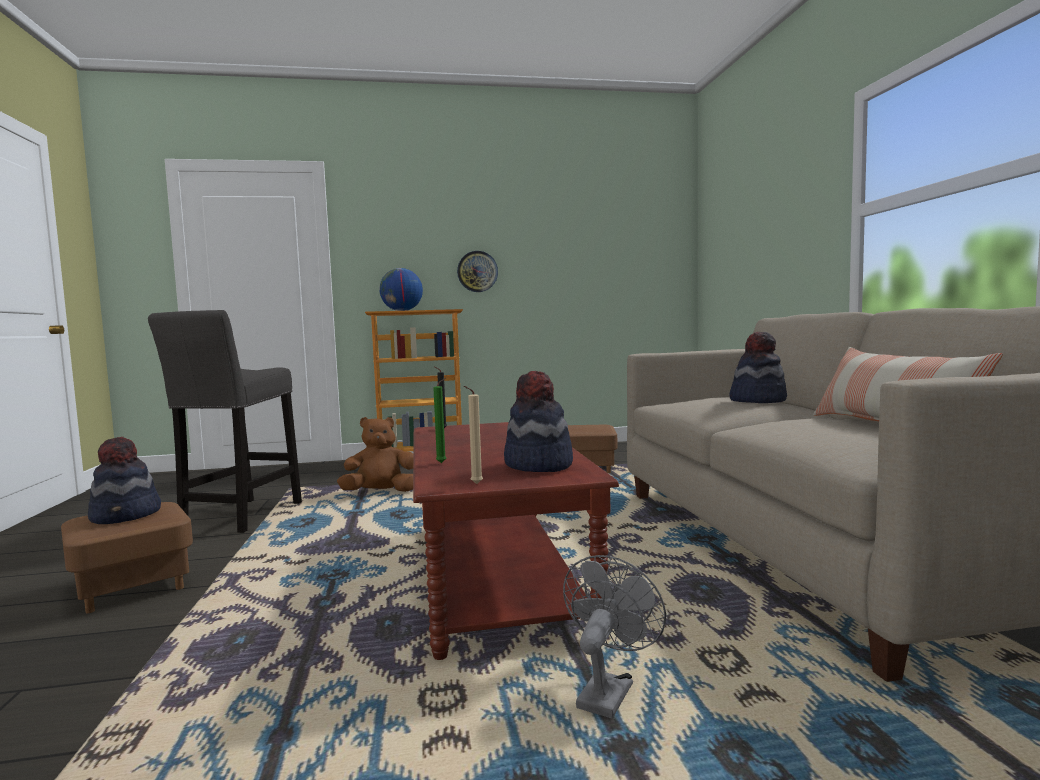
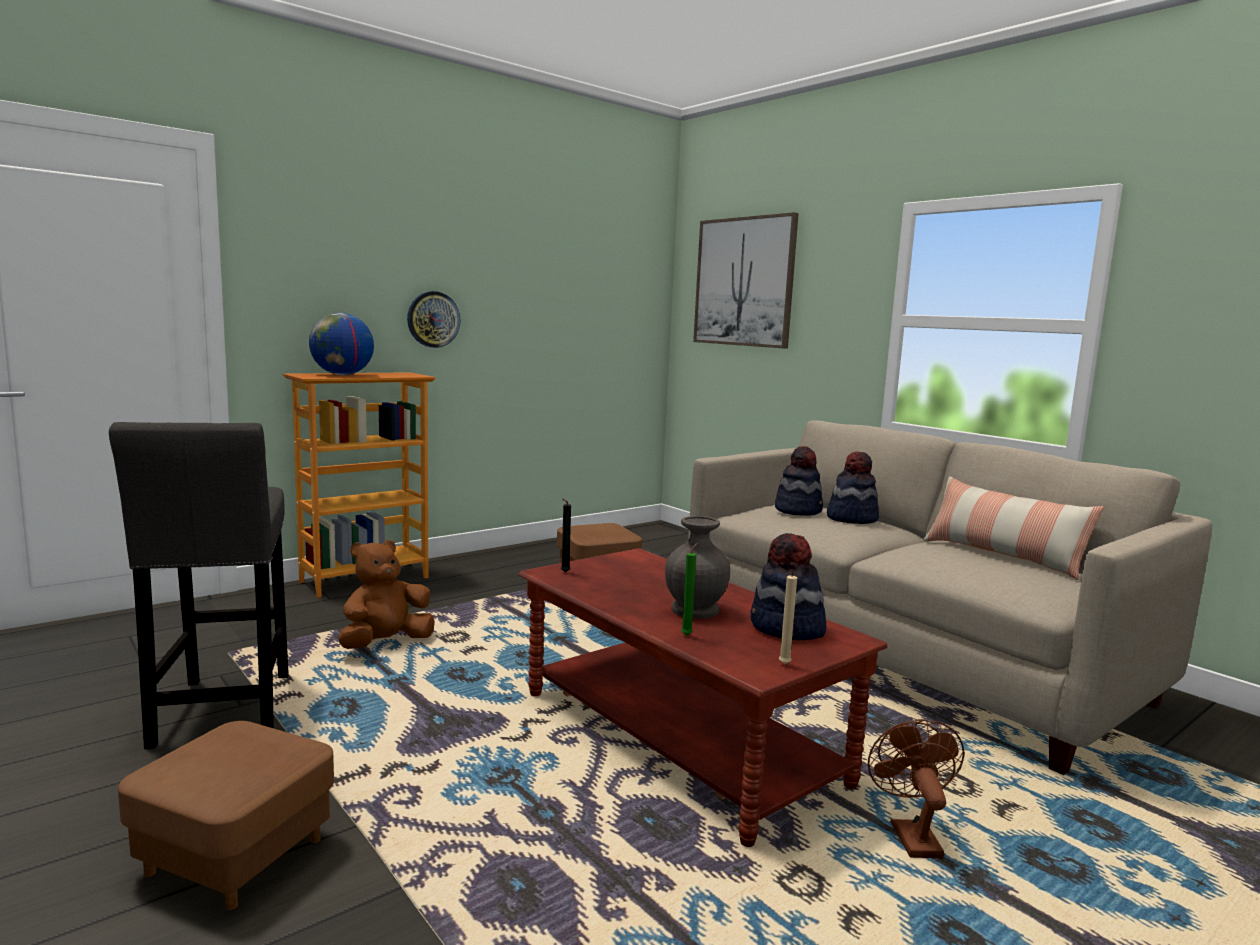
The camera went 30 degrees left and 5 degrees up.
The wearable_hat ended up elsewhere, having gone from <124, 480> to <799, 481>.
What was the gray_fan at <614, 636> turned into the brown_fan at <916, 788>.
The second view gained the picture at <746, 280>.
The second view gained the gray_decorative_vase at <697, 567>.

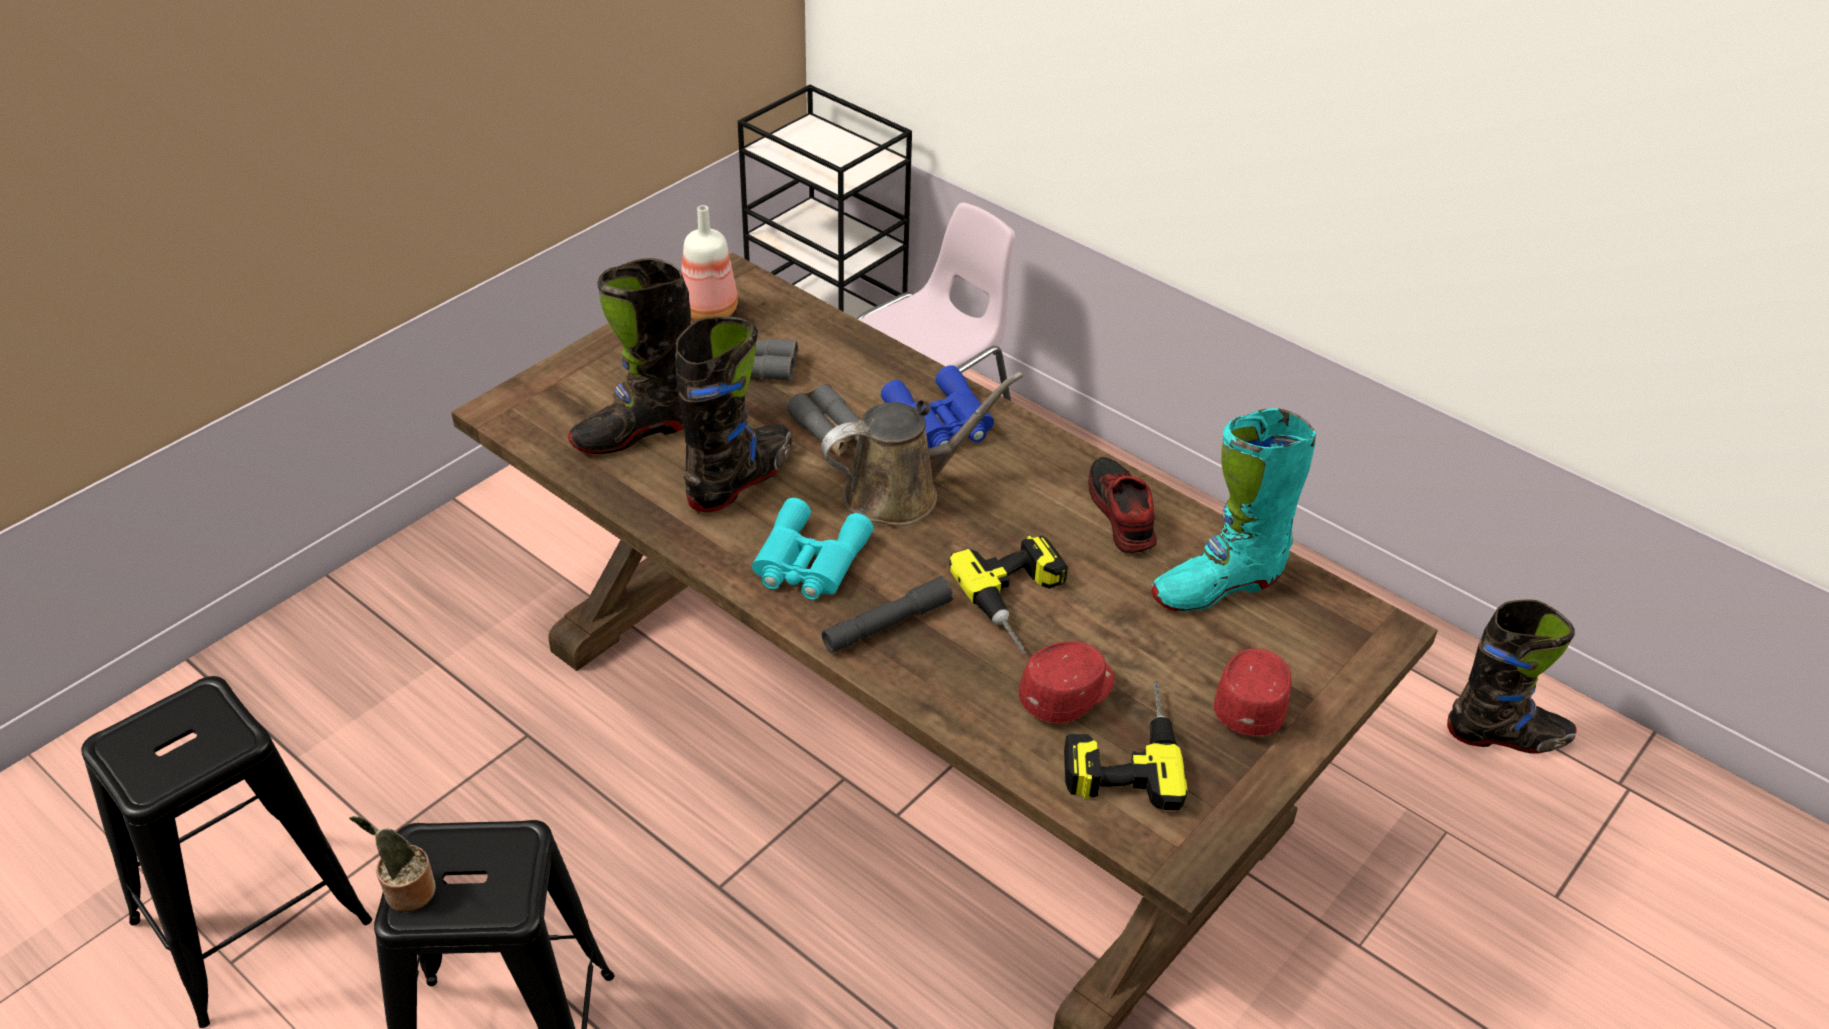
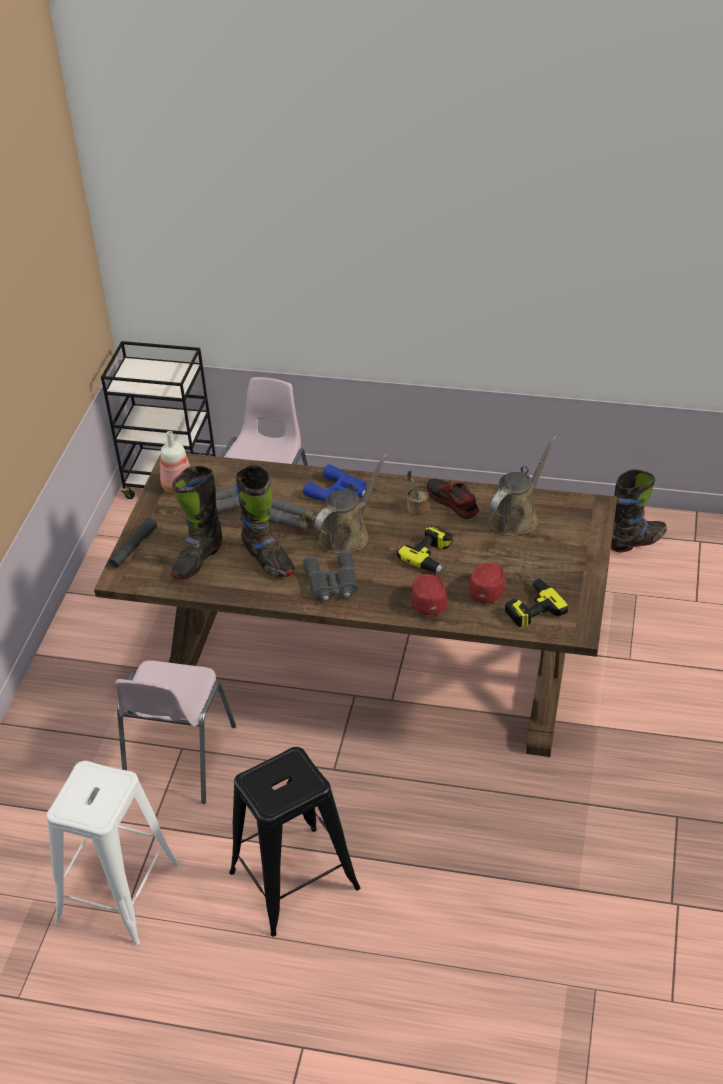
The camera went 25 degrees left and 0 degrees up.
The black_high-top_boot at <733, 414> ended up facing another way, 135 degrees clockwise from before.
Where the turquoise-coloured_high-top_boot stood at <1233, 510>, the brown_sprinkling_can came to stand at <522, 486>.
What was the turquoise-coloured_field_glasses at <812, 549> turned into the gray_field_glasses at <330, 576>.
The gray_torch ended up elsewhere, having gone from <887, 614> to <133, 543>.
The reddish_baseball_cap ended up elsewhere, having gone from <1253, 692> to <429, 594>.
What was the black_sitting_stool at <226, 852> turned into the white-coloured_sitting_stool at <112, 853>.
The houseplant ended up elsewhere, having gone from <392, 864> to <418, 493>.
The second view gained the pink_plain_chair at <175, 732>.

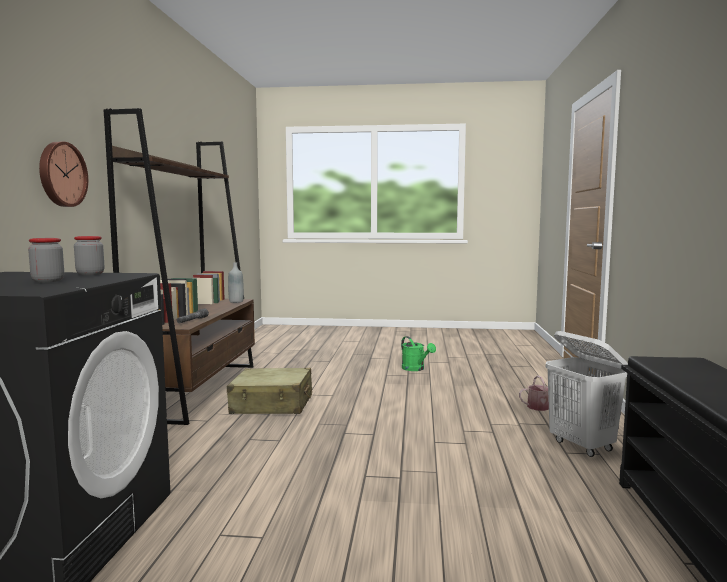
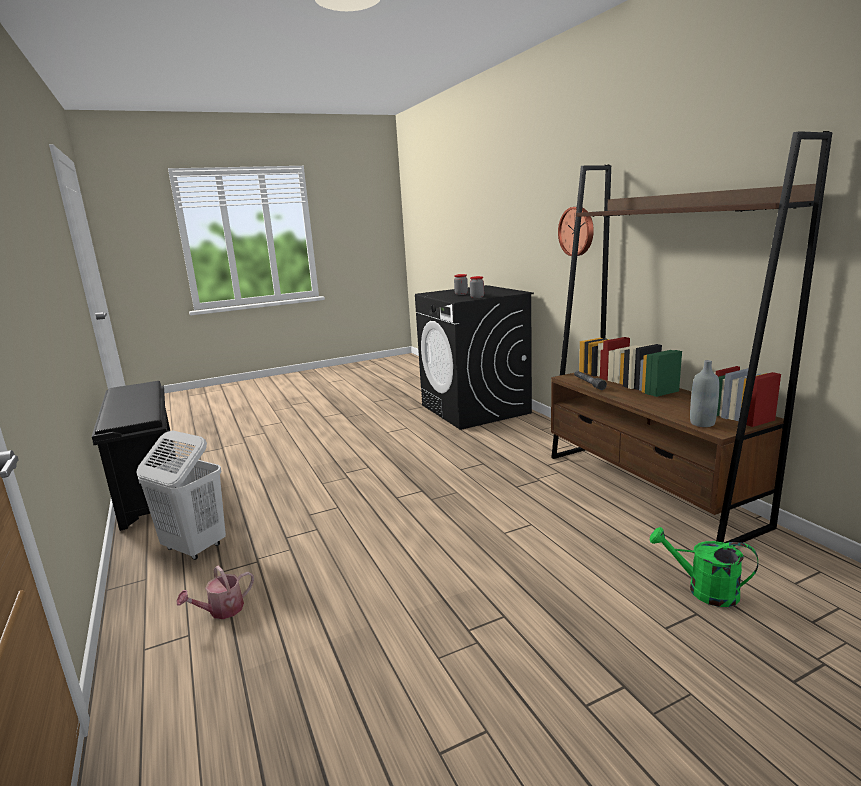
The camera went 150 degrees right and 10 degrees up.
The green-coloured_sprinkling_can ended up elsewhere, having gone from <418, 353> to <704, 567>.
The second view lost the beige_piece_of_luggage at <269, 391>.

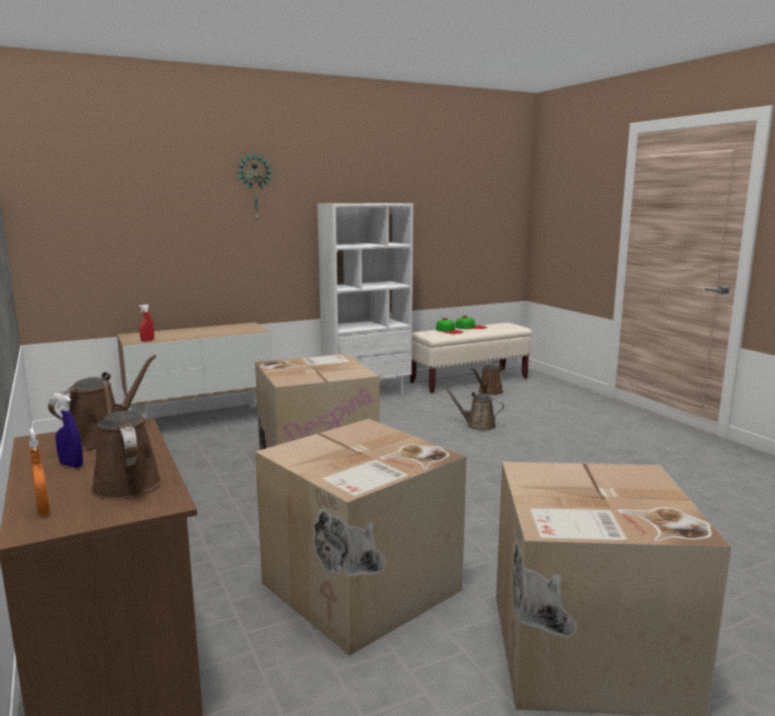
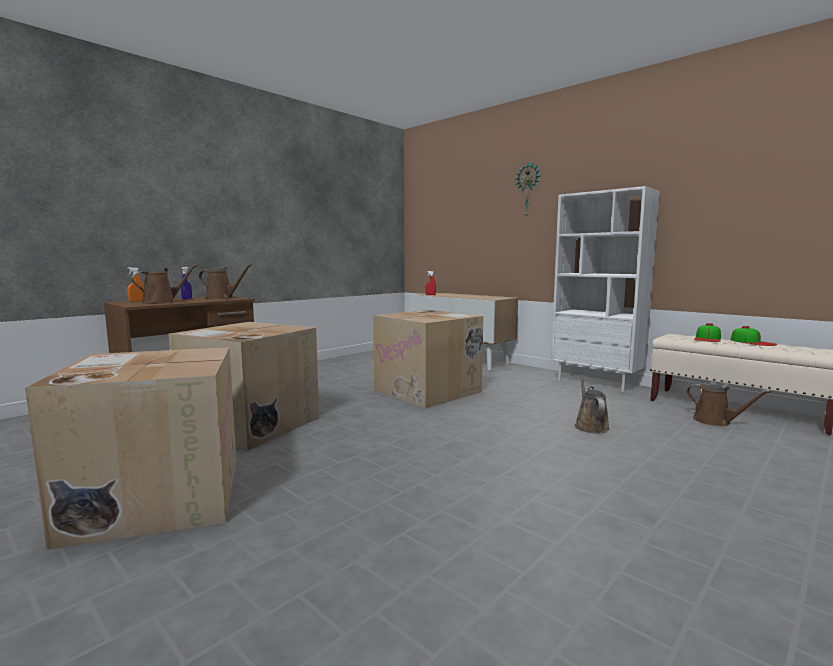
The camera went 70 degrees right and 5 degrees down.
The brown_sprinkling_can at <487, 379> ended up facing another way, 150 degrees counterclockwise from before.

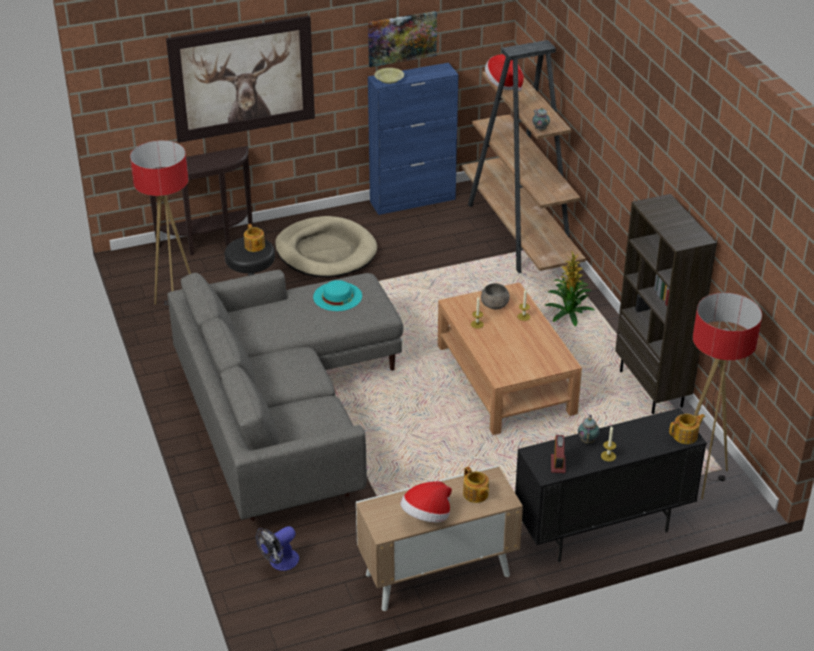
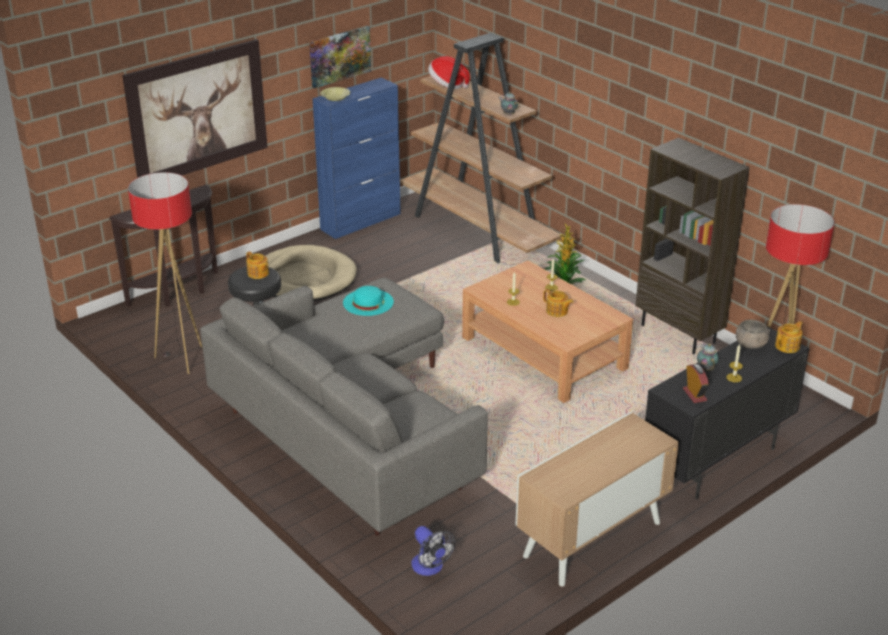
The camera went 20 degrees left and 5 degrees down.
The gray_deep_dish ended up elsewhere, having gone from <495, 296> to <753, 334>.
The teapot ended up elsewhere, having gone from <476, 484> to <558, 303>.
The second view lost the wearable_hat at <426, 501>.
The fan at <277, 548> ended up facing another way, 60 degrees counterclockwise from before.

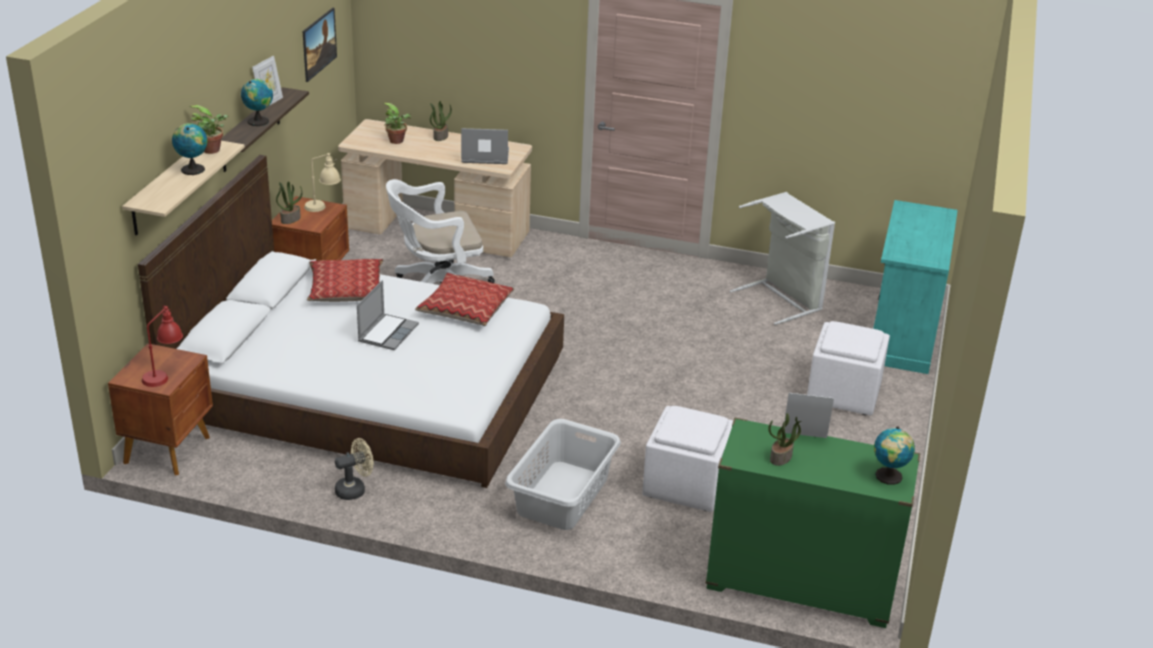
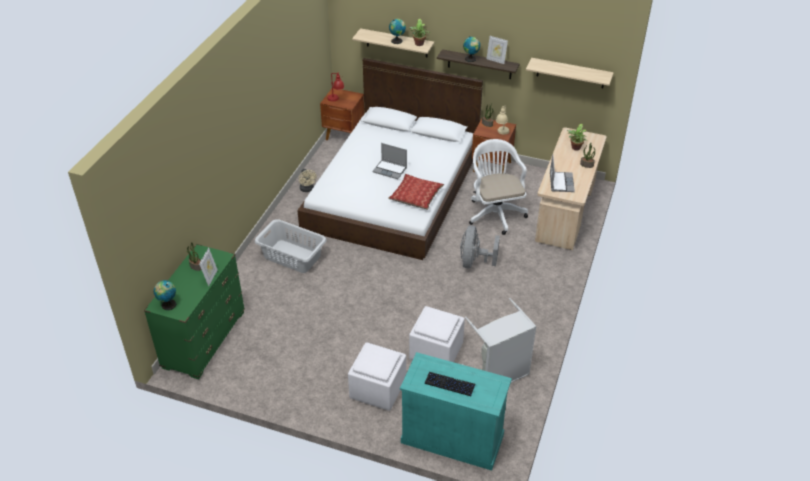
The camera went 95 degrees right and 10 degrees up.
Where the picture hung at <320, 45>, the wall_shelf came to hang at <570, 73>.
The second view lost the throw_pillow at <345, 280>.
The white-coloured_pouffe ended up elsewhere, having gone from <687, 459> to <437, 334>.
The second view gained the gray_fan at <480, 246>.
The second view gained the computer_keyboard at <450, 384>.

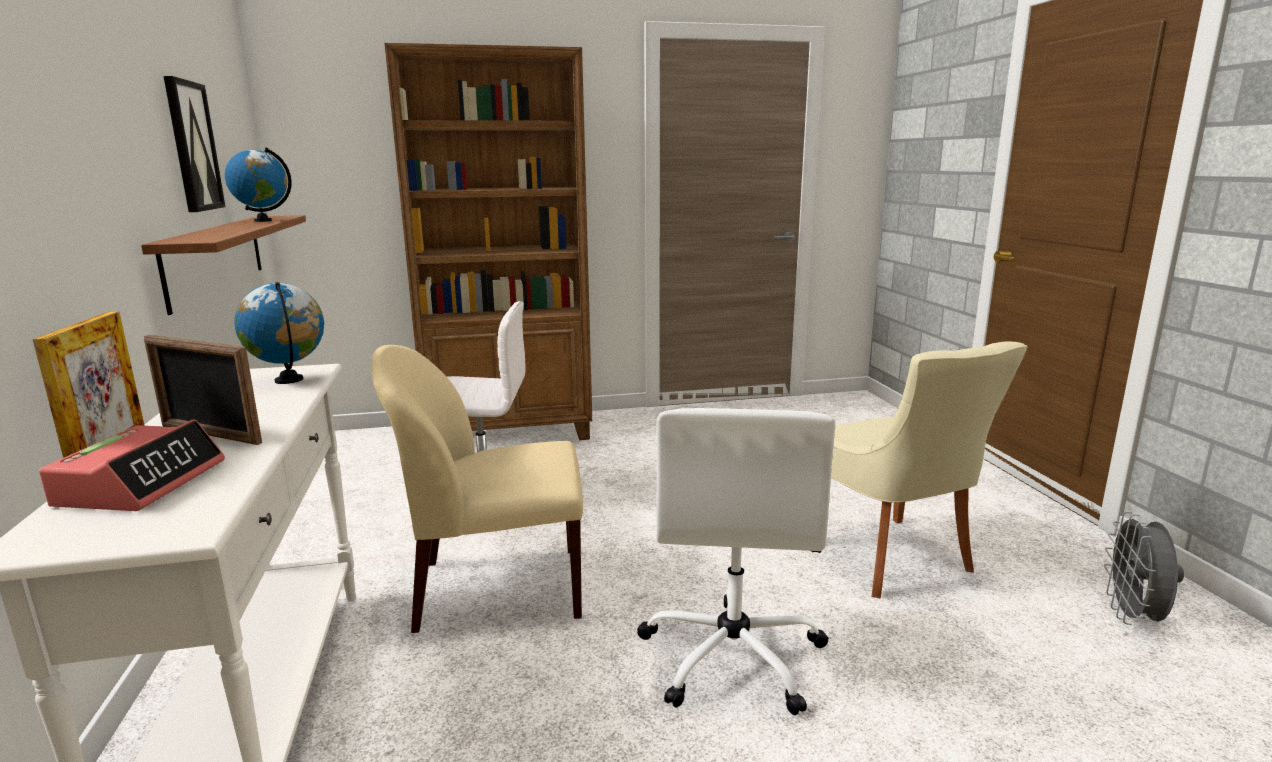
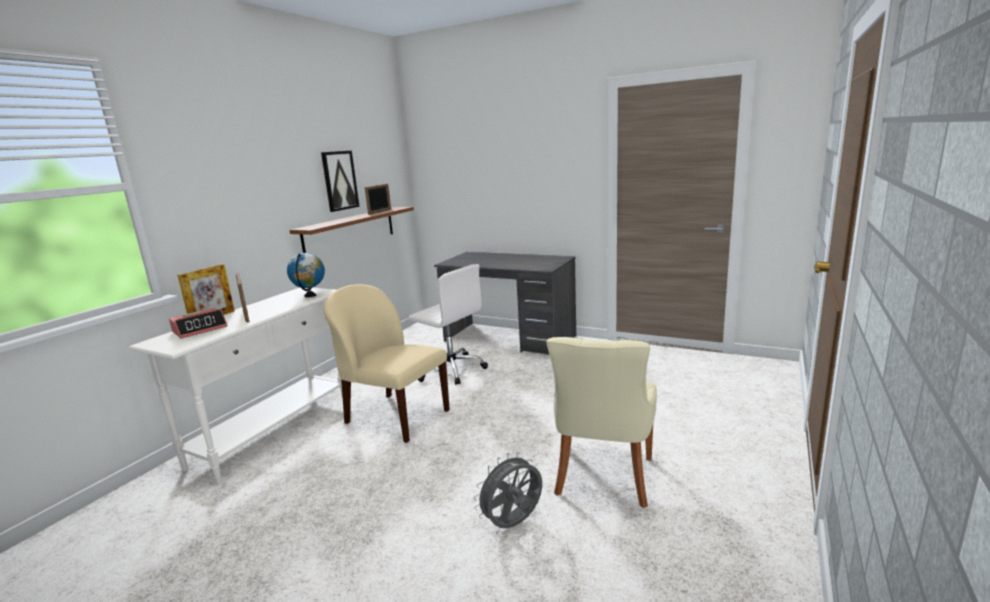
The camera went 40 degrees right and 0 degrees up.
Where the brown_bookshelf stood at <488, 241>, the gray_desk_unit came to stand at <505, 303>.
Where the world_globe stood at <258, 184>, the picture_frame came to stand at <378, 199>.
The second view lost the white-coloured_desk_chair at <736, 561>.
The gray_fan ended up elsewhere, having gone from <1144, 568> to <508, 490>.

